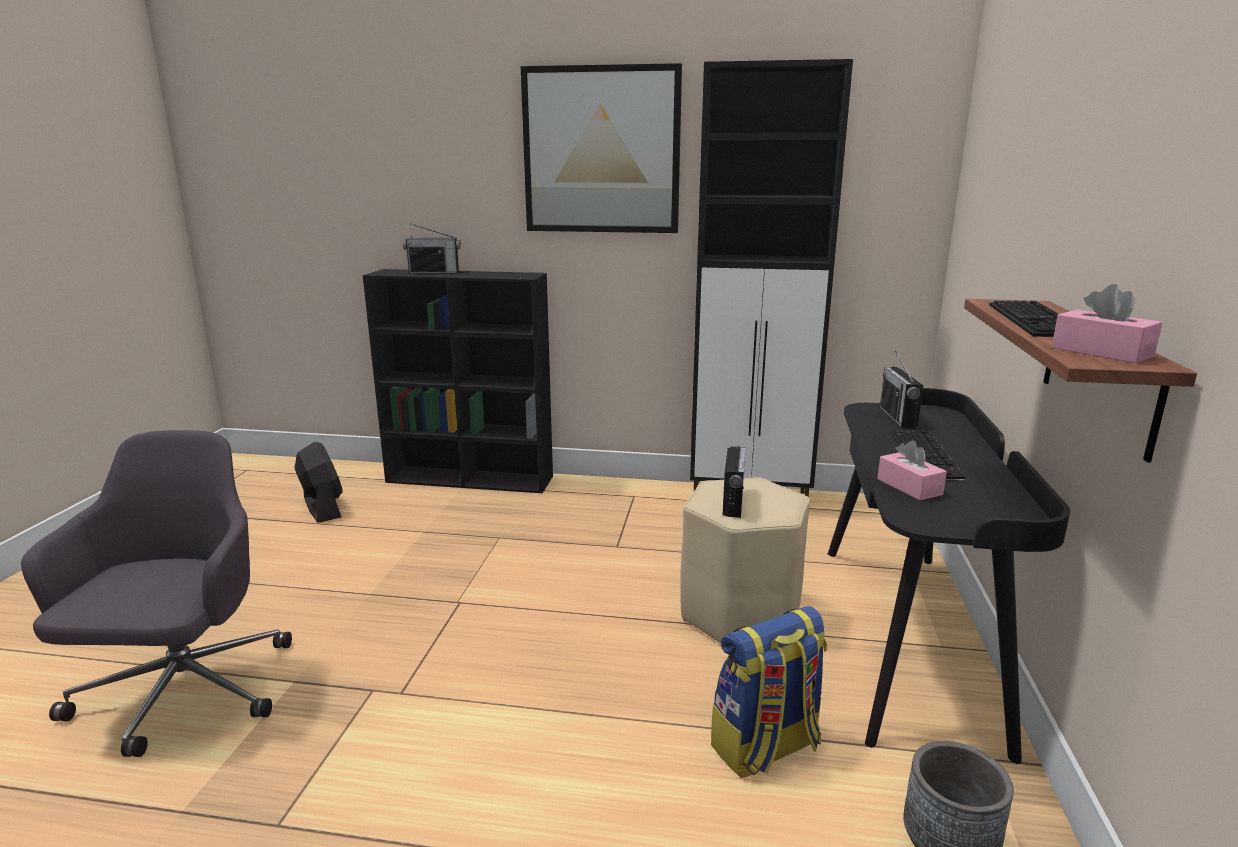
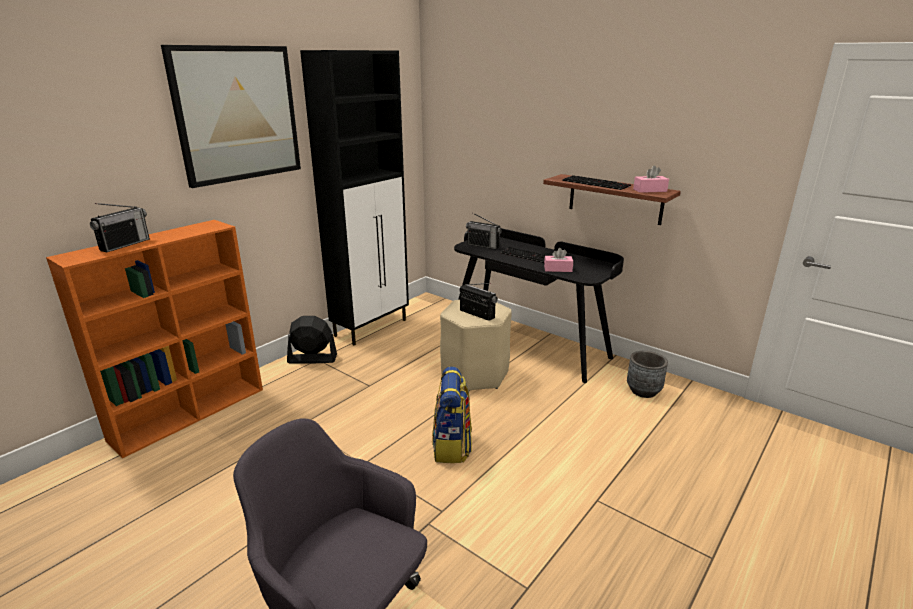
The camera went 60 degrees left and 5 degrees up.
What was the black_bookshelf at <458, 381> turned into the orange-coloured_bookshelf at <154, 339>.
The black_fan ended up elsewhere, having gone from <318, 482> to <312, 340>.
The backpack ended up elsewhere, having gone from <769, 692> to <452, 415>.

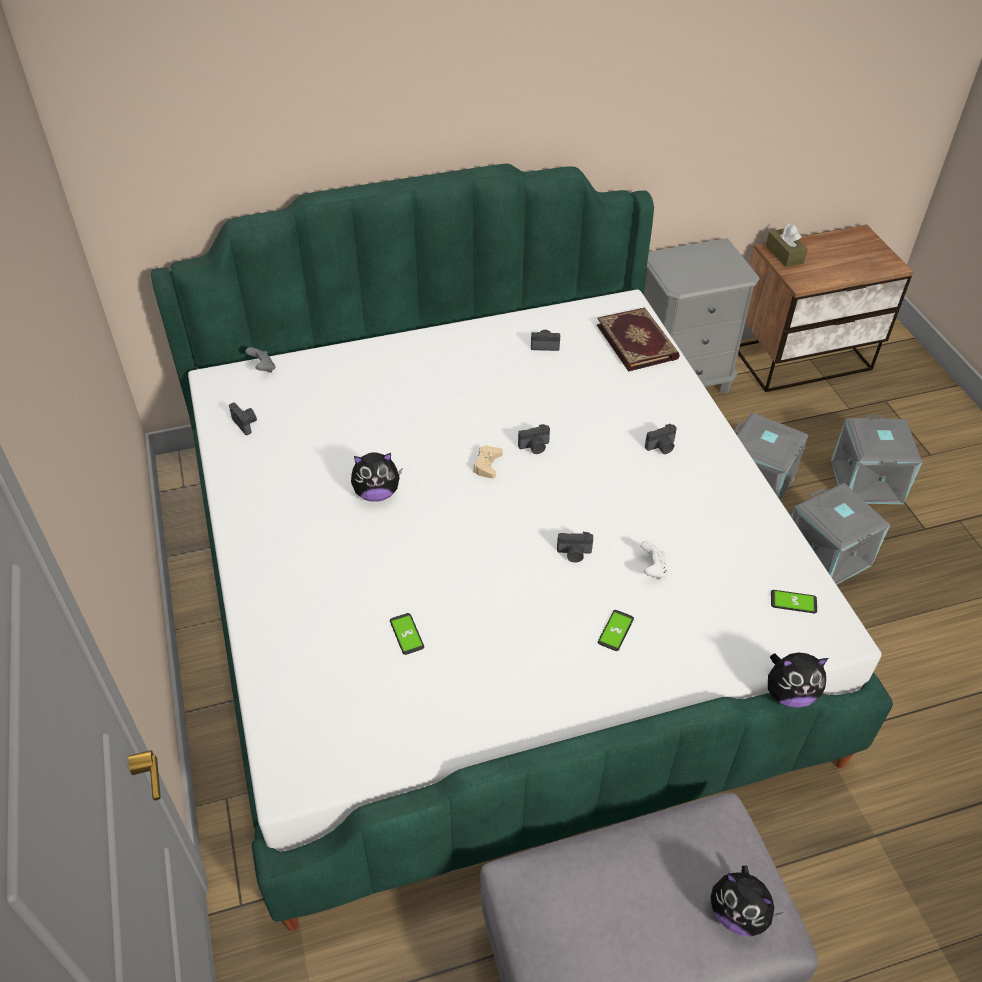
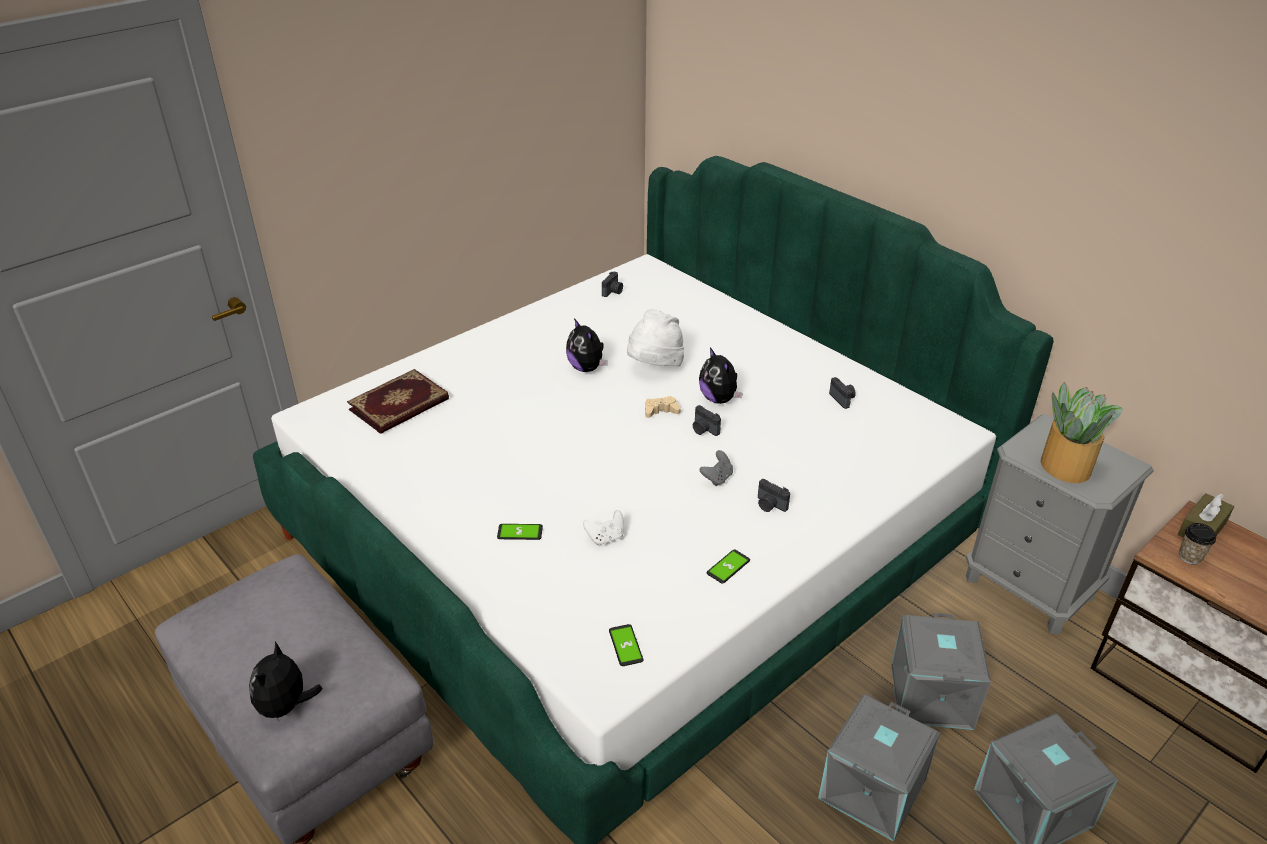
The camera went 65 degrees right and 10 degrees down.
The volume ended up elsewhere, having gone from <638, 339> to <398, 401>.
The gray_gamepad ended up elsewhere, having gone from <260, 360> to <716, 468>.
The second view lost the photo_camera at <575, 547>.
The telephone ended up elsewhere, having gone from <407, 634> to <728, 566>.
The plush_toy ended up elsewhere, having gone from <798, 680> to <721, 375>.
The second view gained the white-coloured_wearable_hat at <655, 337>.
The second view gained the houseplant at <1082, 432>.
The second view gained the cup at <1197, 543>.

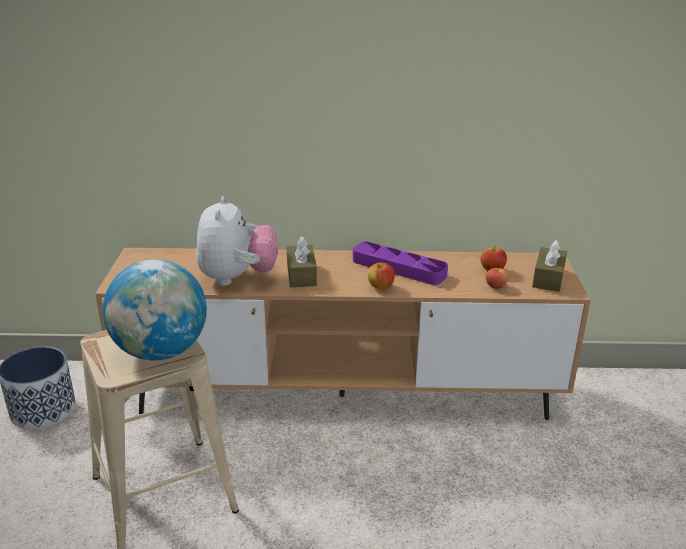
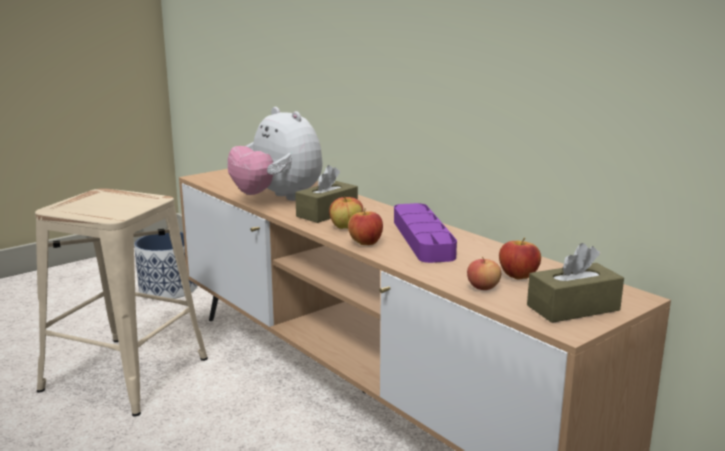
The camera went 50 degrees right and 10 degrees down.
The plush_toy at <237, 241> ended up facing another way, 90 degrees clockwise from before.
The second view lost the world_globe at <155, 310>.
The second view gained the whole_apple at <346, 212>.

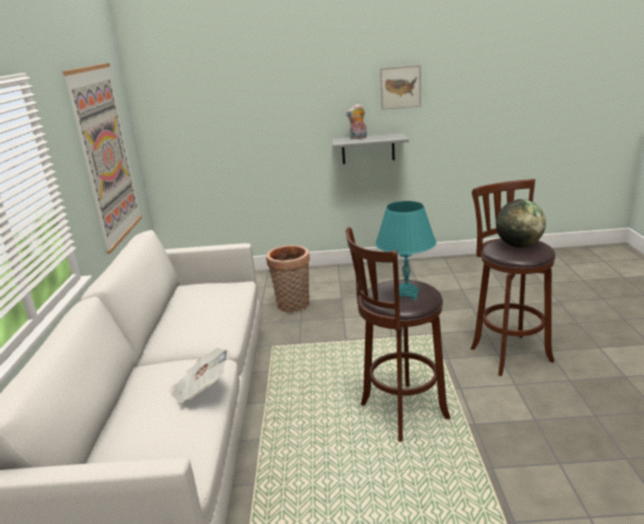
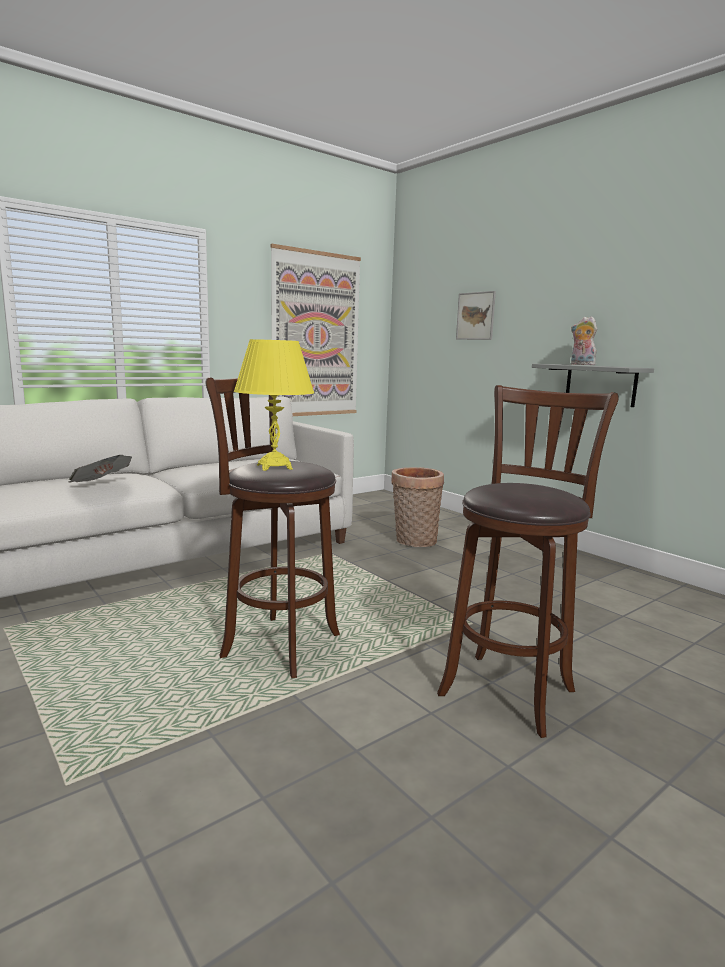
The camera went 50 degrees right and 10 degrees down.
The picture ended up elsewhere, having gone from <400, 87> to <476, 315>.
The second view lost the world_globe at <521, 223>.
What was the turquoise-coloured_tabletop_lamp at <406, 250> turned into the yellow_tabletop_lamp at <274, 405>.

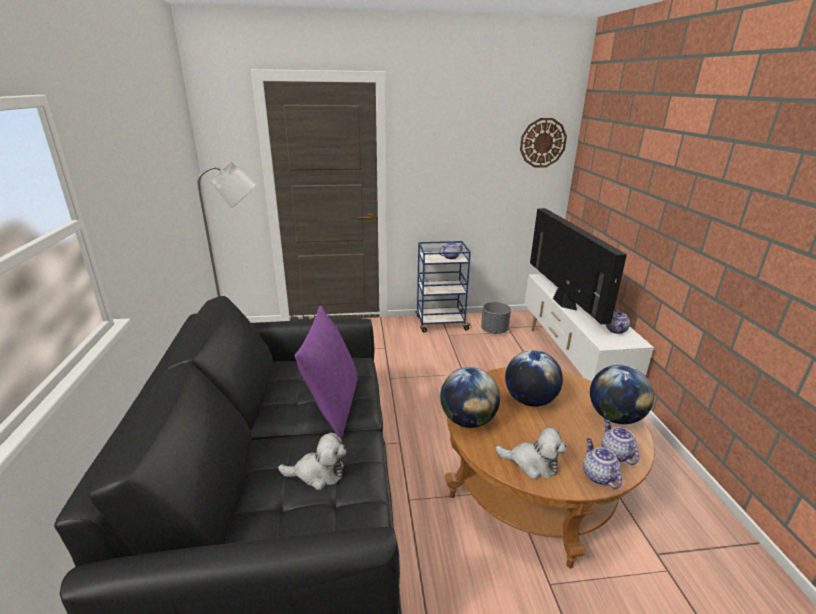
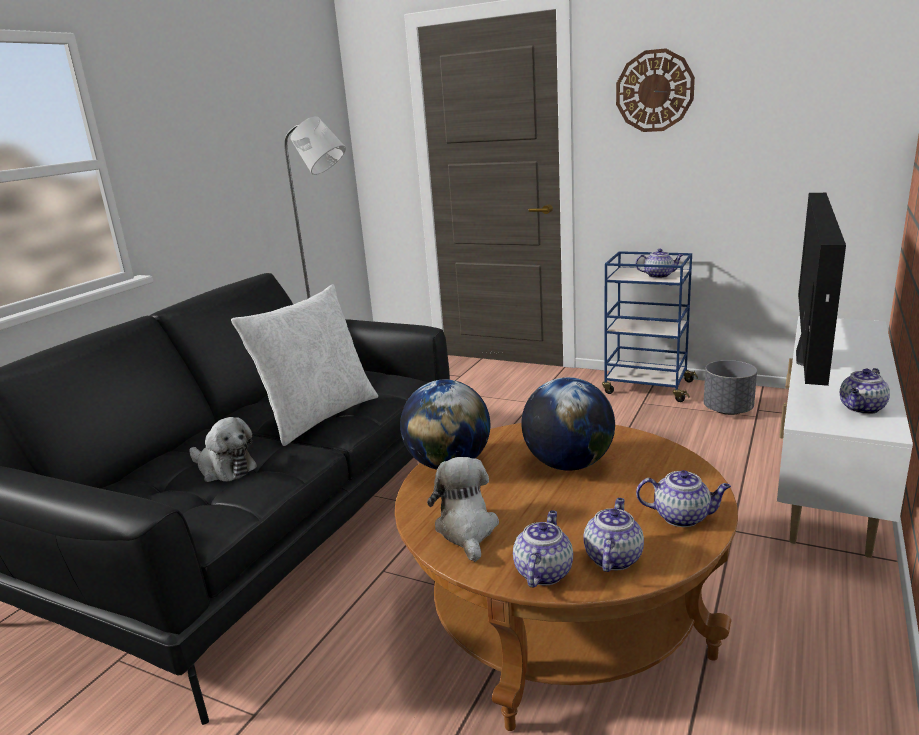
The camera went 35 degrees right and 5 degrees down.
The hanging_clock ended up elsewhere, having gone from <543, 143> to <655, 90>.
What was the purple-coloured_throw_pillow at <326, 372> turned into the white-coloured_throw_pillow at <304, 365>.
Where the world_globe stood at <622, 394>, the teapot came to stand at <683, 498>.
The plush_toy at <531, 453> ended up facing another way, 150 degrees counterclockwise from before.

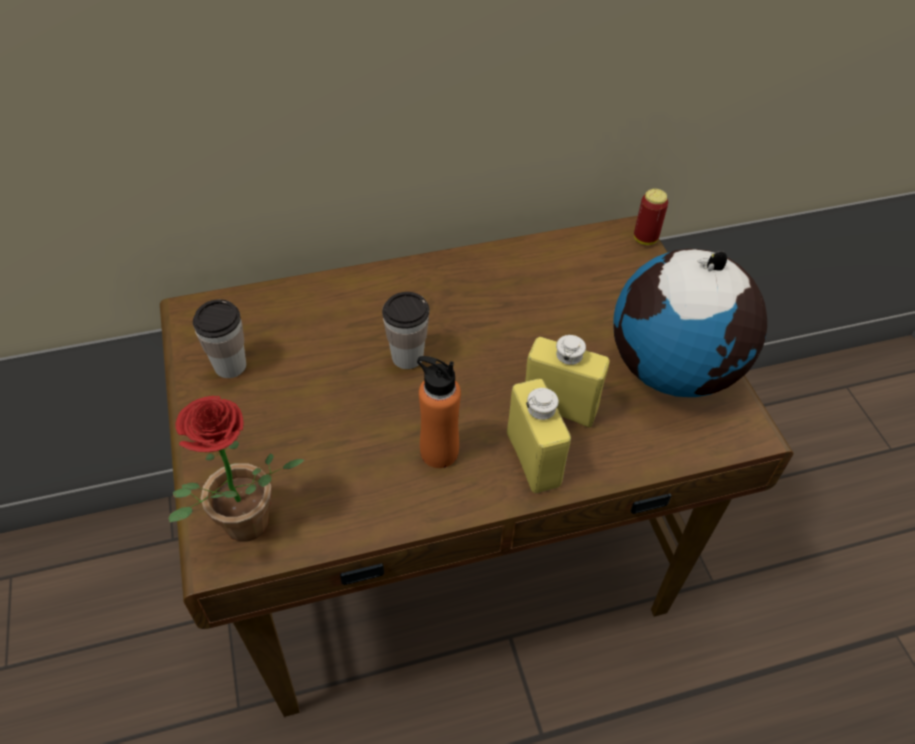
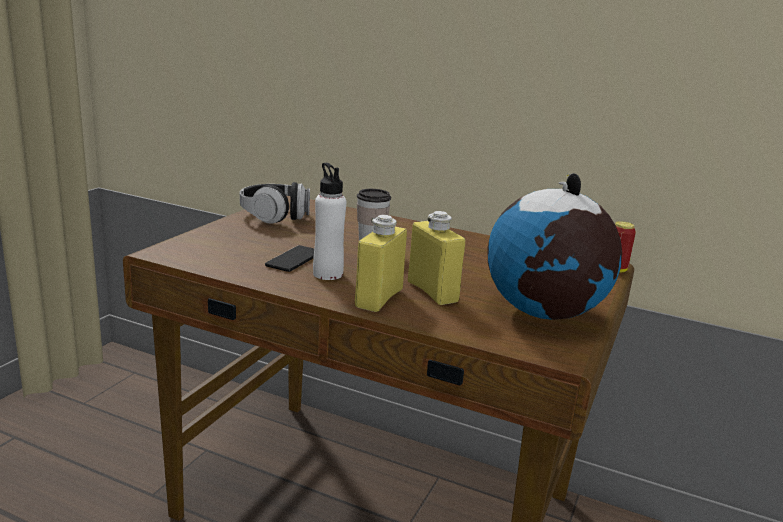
The camera went 40 degrees right and 30 degrees down.
Where the cup stood at <219, 338>, the headset came to stand at <275, 203>.
What was the orange-coloured_beverage_bottle at <439, 412> turned into the white-coloured_beverage_bottle at <329, 221>.
The second view lost the houseplant at <236, 469>.
The second view gained the telephone at <289, 258>.

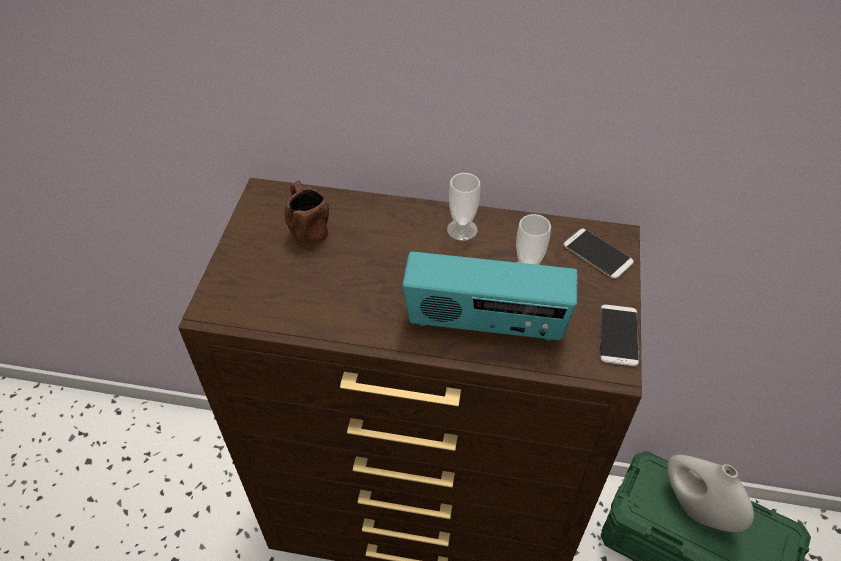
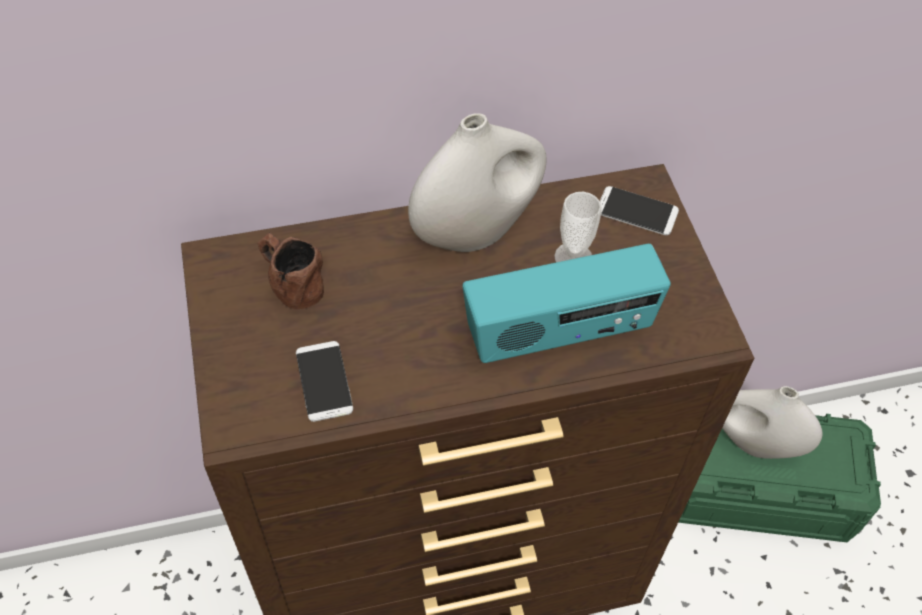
The camera went 25 degrees left and 5 degrees up.
Where the cup stood at <463, 207>, the white-coloured_decorative_vase came to stand at <477, 182>.
The telephone ended up elsewhere, having gone from <619, 335> to <324, 381>.

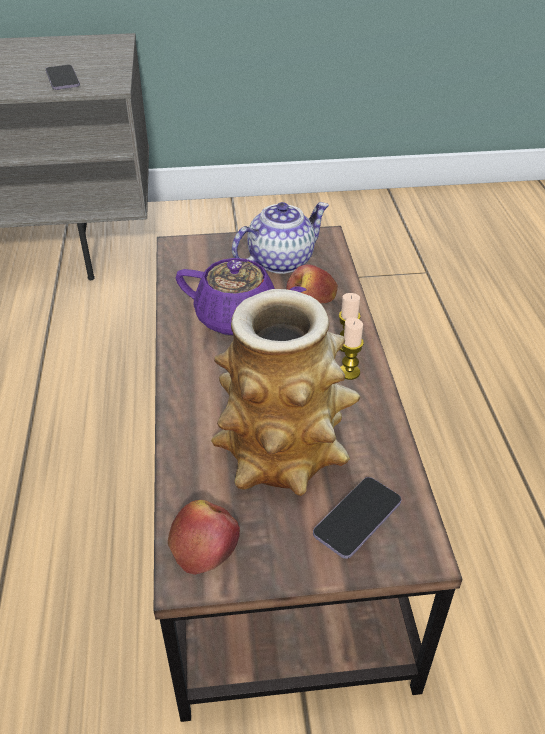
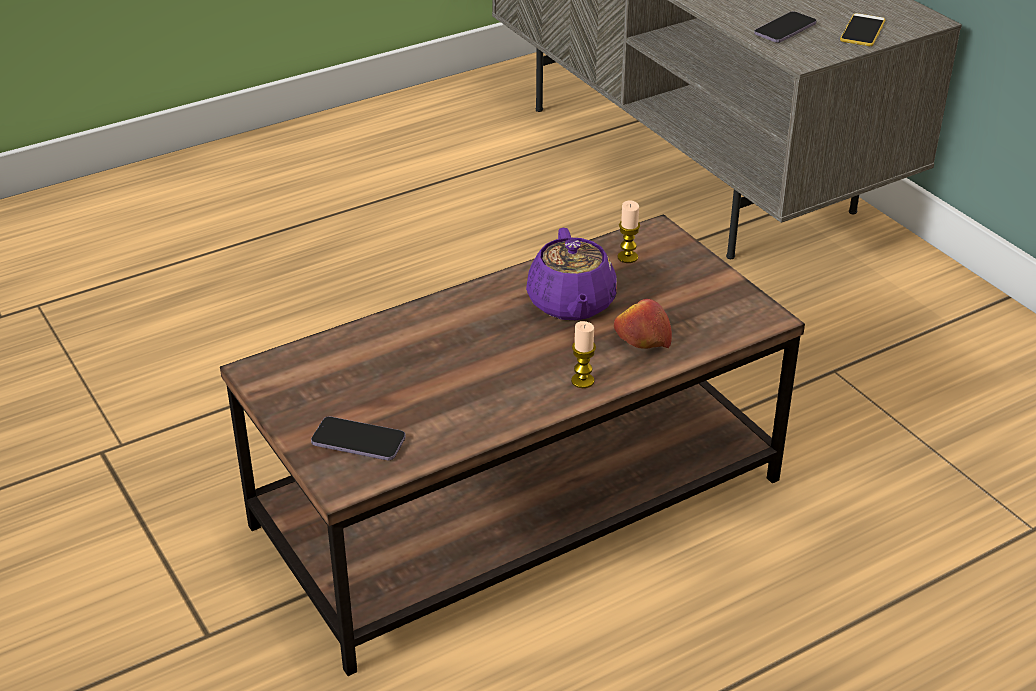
The camera went 65 degrees right and 5 degrees down.
The second view lost the teapot at <280, 238>.
The second view lost the decorative_vase at <286, 392>.
The candle ended up elsewhere, having gone from <352, 348> to <629, 232>.
The second view lost the whole_apple at <204, 537>.
The second view gained the telephone at <863, 29>.

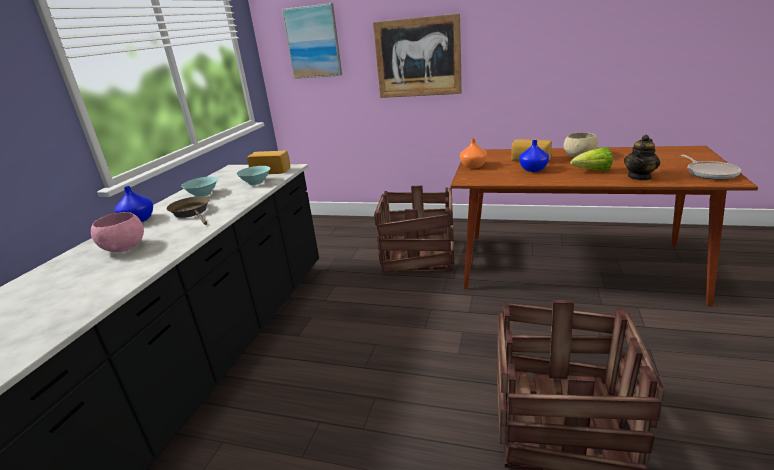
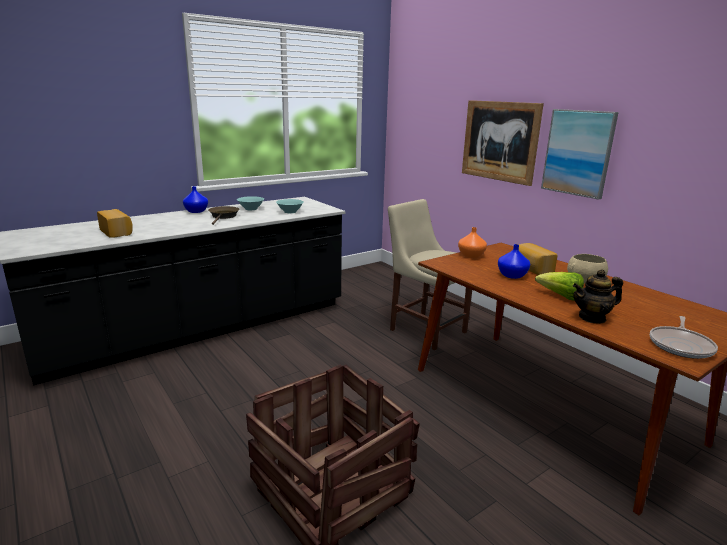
The camera went 35 degrees right and 5 degrees down.
The picture ended up elsewhere, having gone from <312, 41> to <580, 154>.
The bread ended up elsewhere, having gone from <268, 162> to <115, 223>.
Where the shipping_crate stood at <414, 229>, the beige_plain_chair came to stand at <430, 274>.
The second view lost the pink_deep_dish at <117, 232>.

